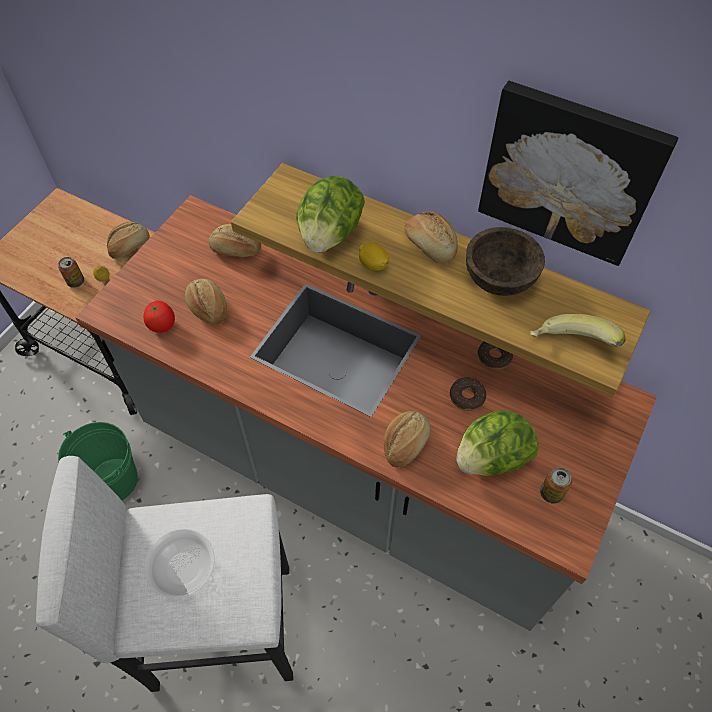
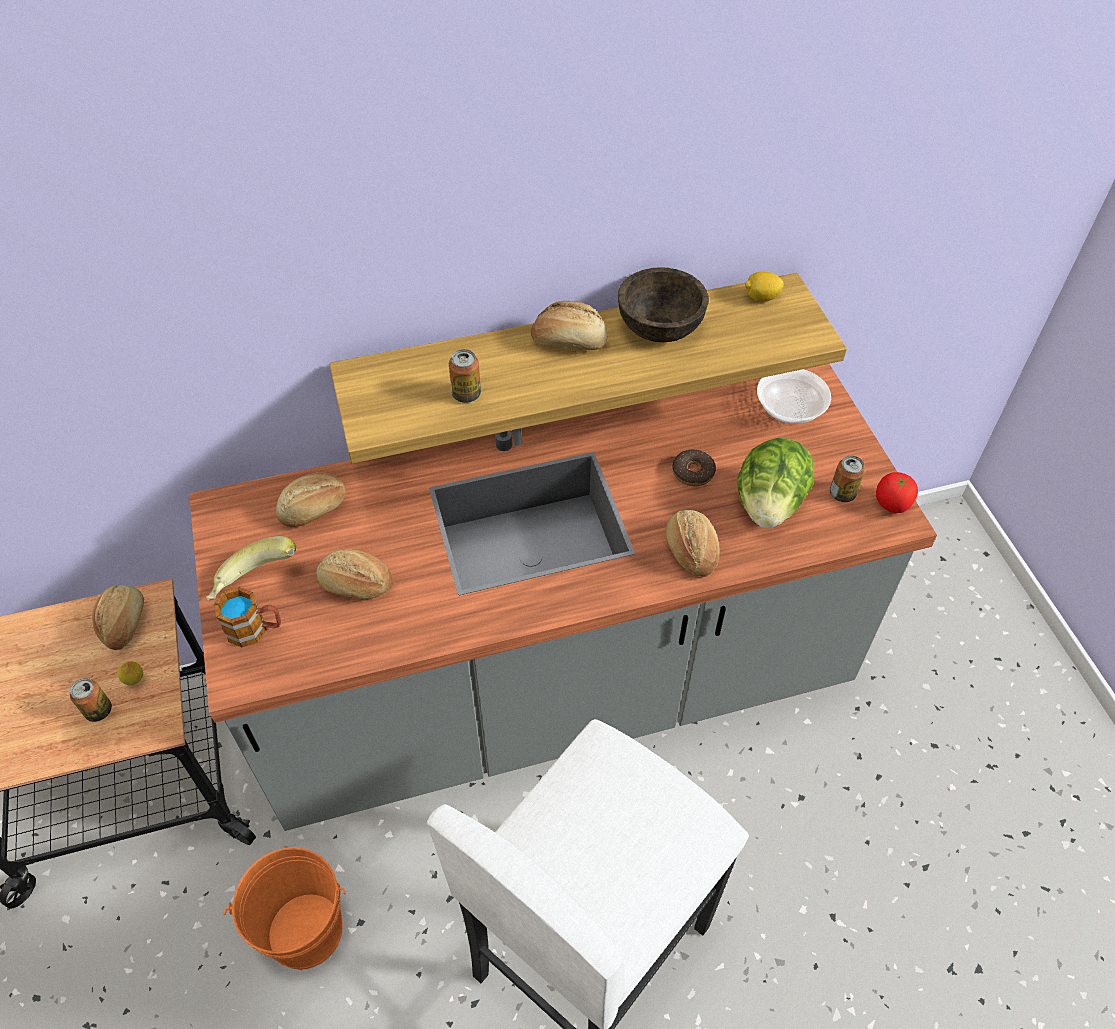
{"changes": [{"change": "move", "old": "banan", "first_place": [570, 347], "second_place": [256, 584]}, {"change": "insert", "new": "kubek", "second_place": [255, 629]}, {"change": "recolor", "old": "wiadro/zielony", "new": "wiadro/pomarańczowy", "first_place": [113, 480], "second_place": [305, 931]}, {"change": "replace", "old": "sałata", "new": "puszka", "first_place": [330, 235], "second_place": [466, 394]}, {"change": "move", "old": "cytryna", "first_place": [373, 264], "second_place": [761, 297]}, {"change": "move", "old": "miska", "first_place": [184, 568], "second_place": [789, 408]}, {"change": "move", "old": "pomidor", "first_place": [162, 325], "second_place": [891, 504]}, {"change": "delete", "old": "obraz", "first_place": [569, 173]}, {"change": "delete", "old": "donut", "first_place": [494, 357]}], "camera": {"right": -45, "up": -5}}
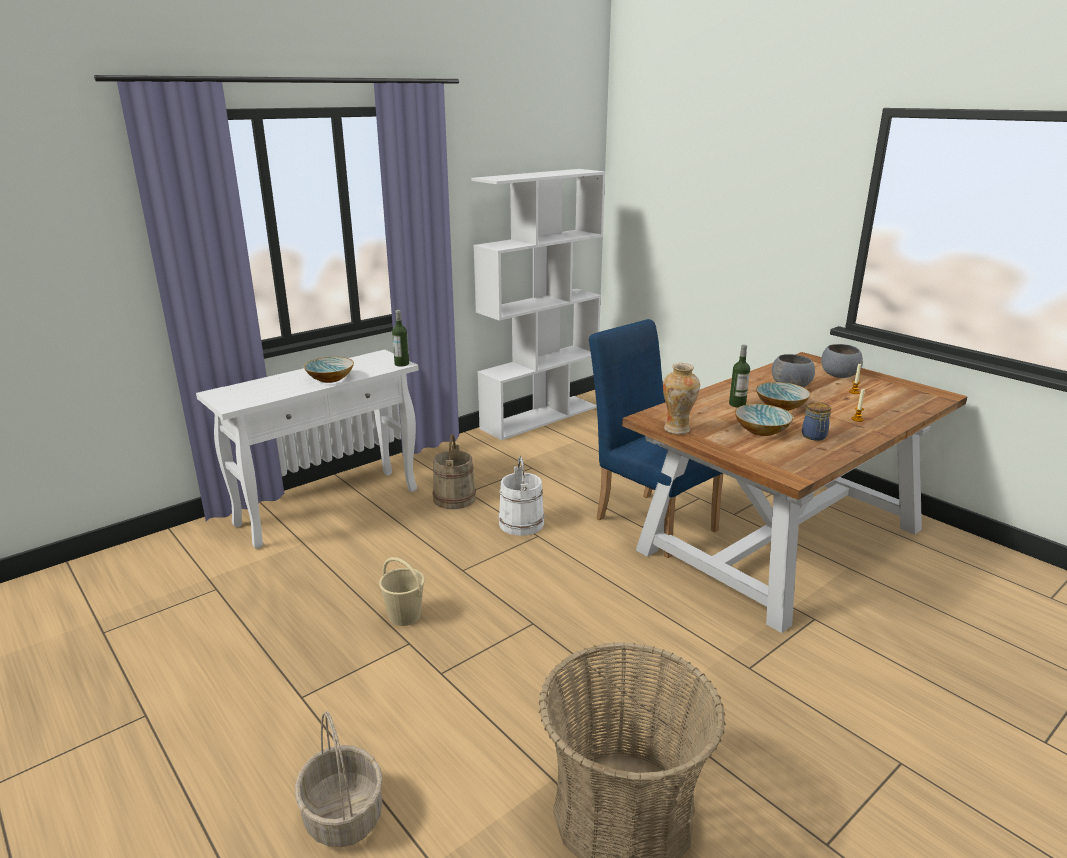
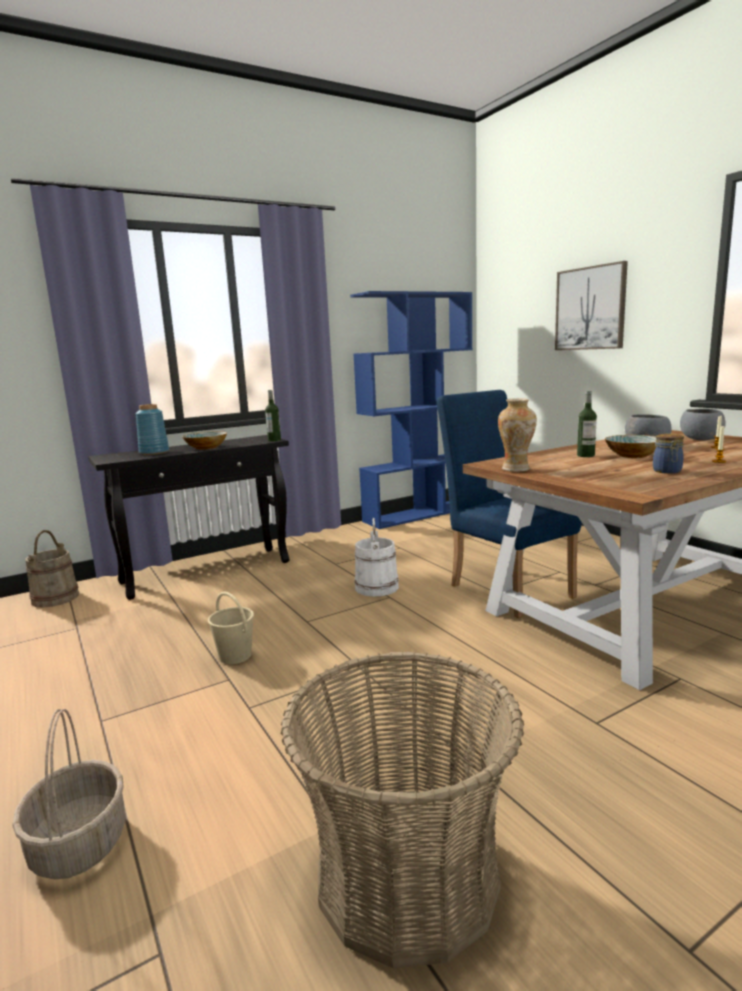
{"changes": [{"change": "move", "old": "wiadro/beżowy", "first_place": [454, 498], "second_place": [55, 598]}, {"change": "recolor", "old": "stolik konsolowy/biały", "new": "stolik konsolowy/czarny", "first_place": [329, 506], "second_place": [207, 571]}, {"change": "insert", "new": "wazon/niebieski", "second_place": [153, 452]}, {"change": "recolor", "old": "regał/biały", "new": "regał/niebieski", "first_place": [540, 417], "second_place": [419, 514]}, {"change": "insert", "new": "obraz", "second_place": [590, 308]}, {"change": "delete", "old": "miska", "first_place": [762, 431]}], "camera": {"right": 10, "up": -10}}
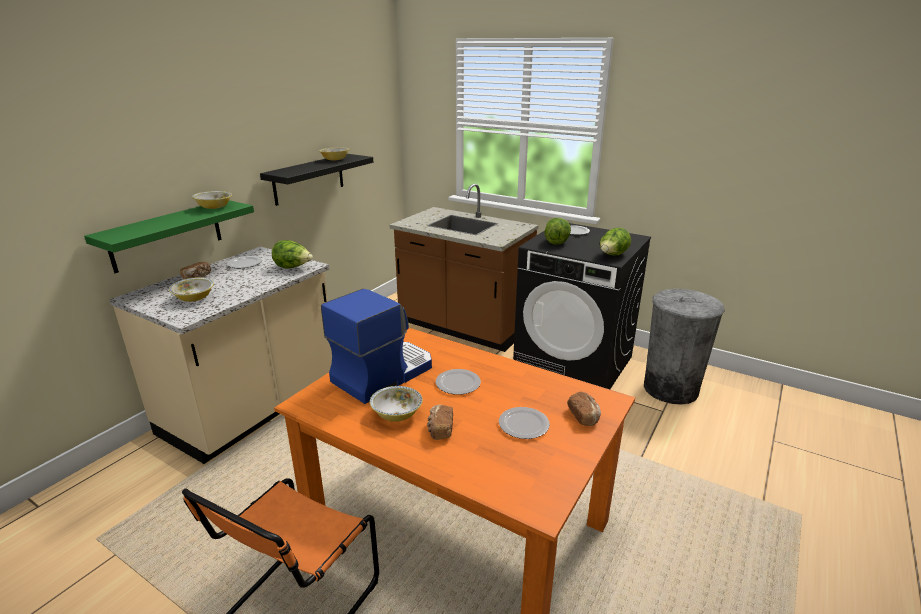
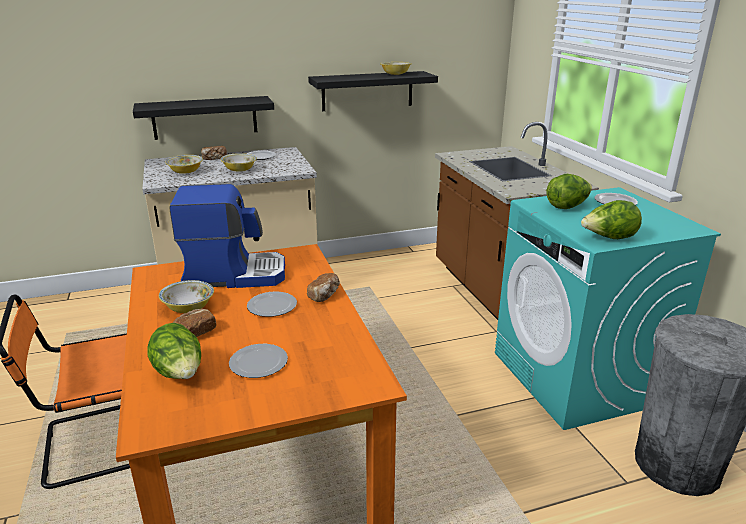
{"changes": [{"change": "recolor", "old": "półka/zielony", "new": "półka/czarny", "first_place": [167, 235], "second_place": [205, 117]}, {"change": "move", "old": "sałata", "first_place": [293, 267], "second_place": [180, 374]}, {"change": "move", "old": "miska", "first_place": [214, 207], "second_place": [239, 170]}, {"change": "move", "old": "chleb", "first_place": [584, 416], "second_place": [325, 295]}, {"change": "recolor", "old": "pralka/czarny", "new": "pralka/turkusowy", "first_place": [574, 363], "second_place": [578, 377]}], "camera": {"right": 40, "up": 0}}
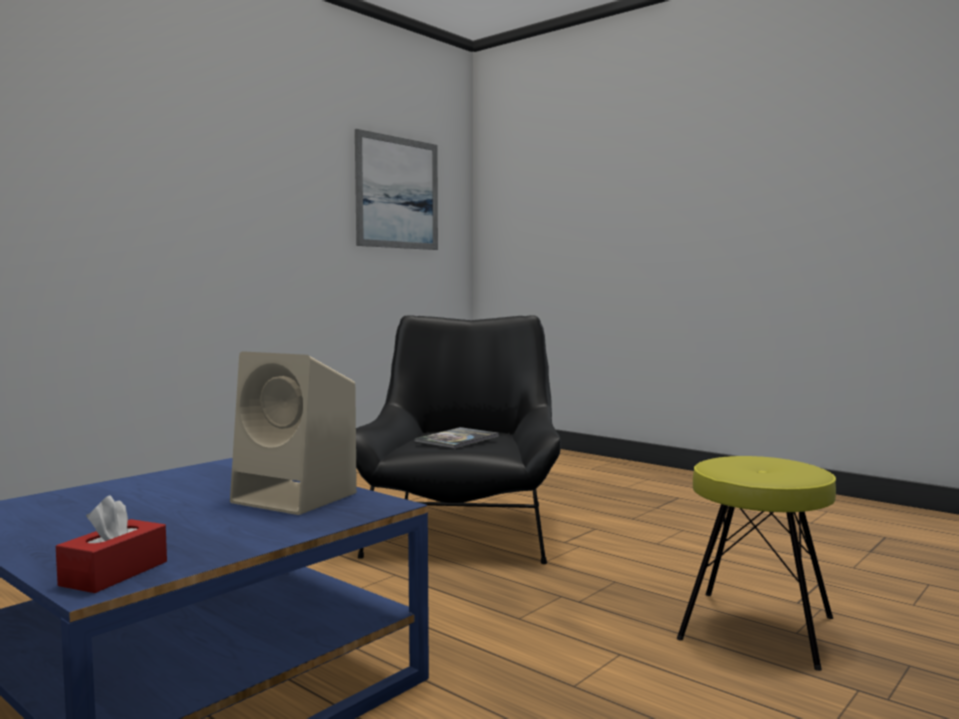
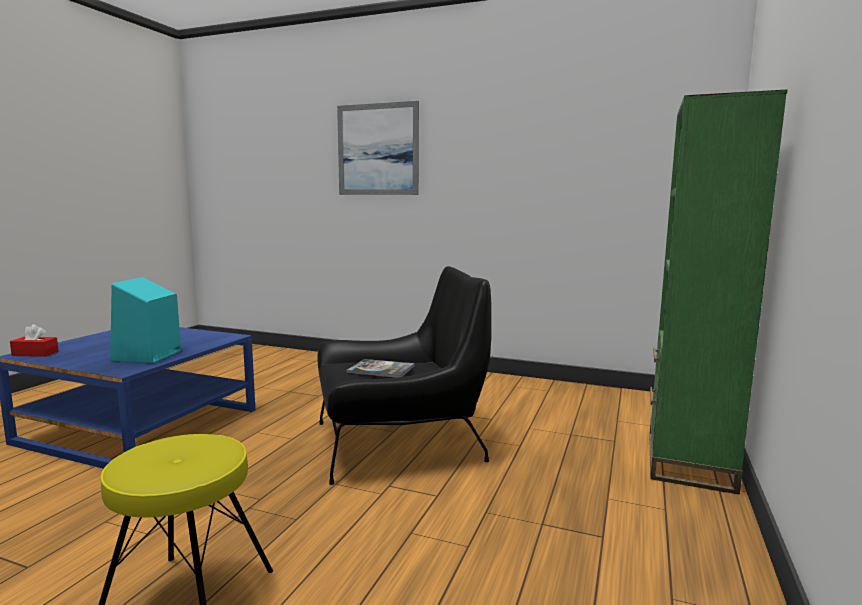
{"changes": [{"change": "recolor", "old": "głośnik/beżowy", "new": "głośnik/turkusowy", "first_place": [298, 498], "second_place": [146, 356]}, {"change": "move", "old": "obraz", "first_place": [397, 193], "second_place": [378, 149]}, {"change": "insert", "new": "regał/zielony", "second_place": [688, 461]}], "camera": {"right": 70, "up": 5}}
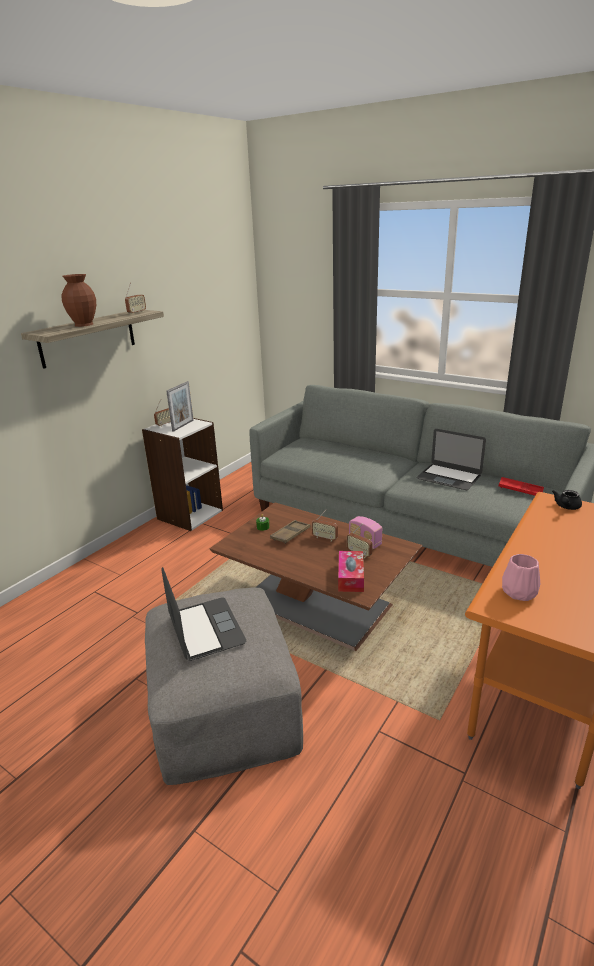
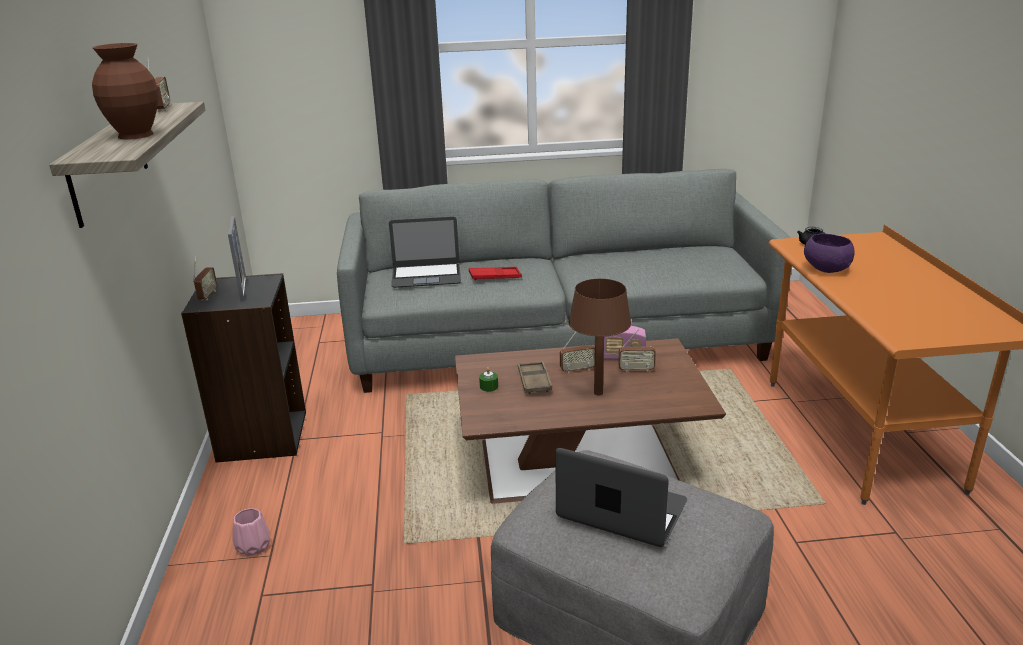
{"changes": [{"change": "recolor", "old": "regał/biały", "new": "regał/czarny", "first_place": [189, 514], "second_place": [261, 436]}, {"change": "move", "old": "wazon/różowy", "first_place": [520, 592], "second_place": [254, 546]}, {"change": "move", "old": "laptop", "first_place": [449, 477], "second_place": [426, 275]}, {"change": "move", "old": "taca/czerwony", "first_place": [520, 490], "second_place": [495, 277]}, {"change": "insert", "new": "lampa stołowa/brązowy", "second_place": [598, 392]}, {"change": "insert", "new": "miska/fioletowy", "second_place": [825, 269]}, {"change": "delete", "old": "pudełko chusteczek", "first_place": [350, 577]}], "camera": {"right": -40, "up": 0}}
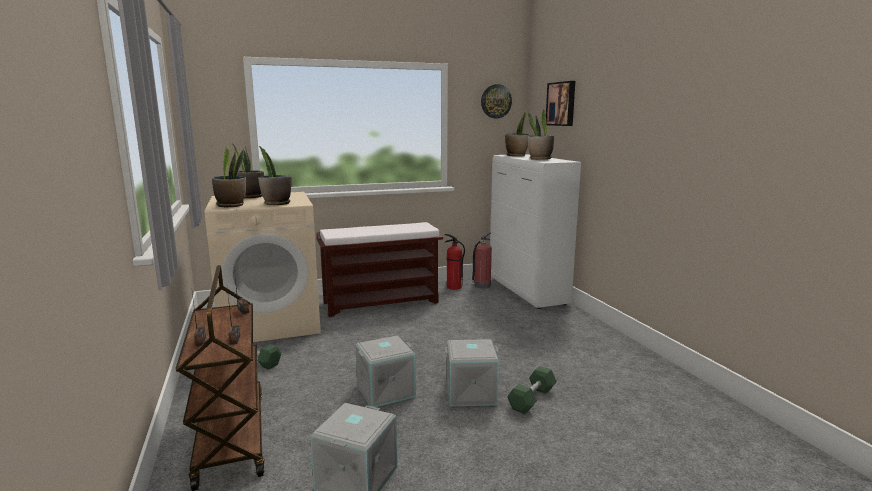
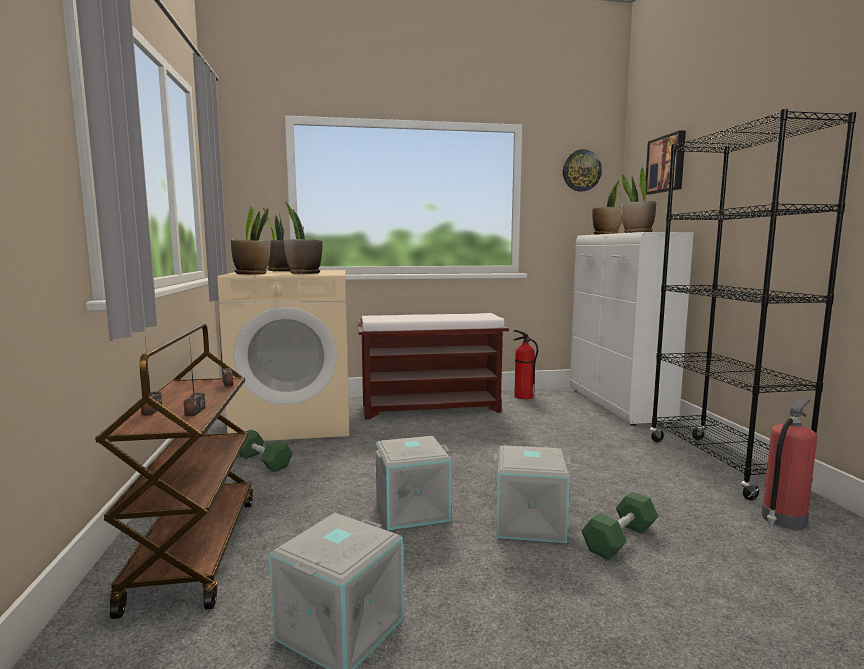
{"changes": [{"change": "insert", "new": "regał/czarny", "second_place": [720, 465]}, {"change": "move", "old": "gaśnica", "first_place": [481, 286], "second_place": [782, 520]}], "camera": {"right": 10, "up": -5}}
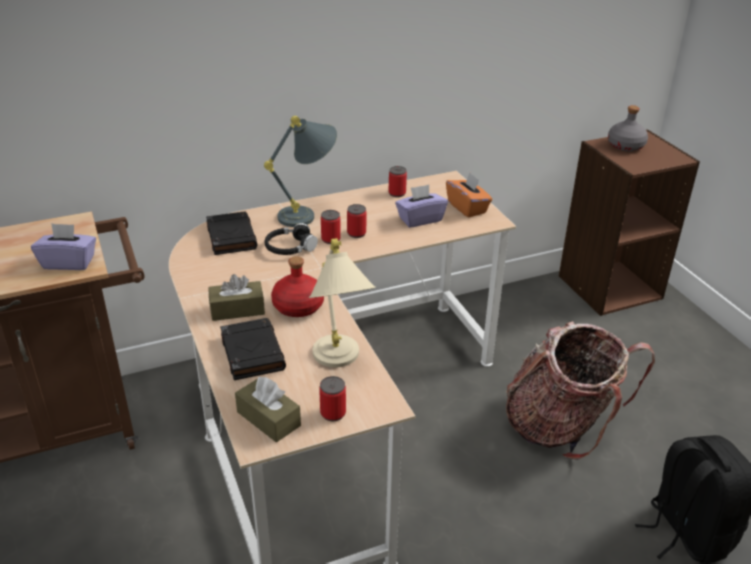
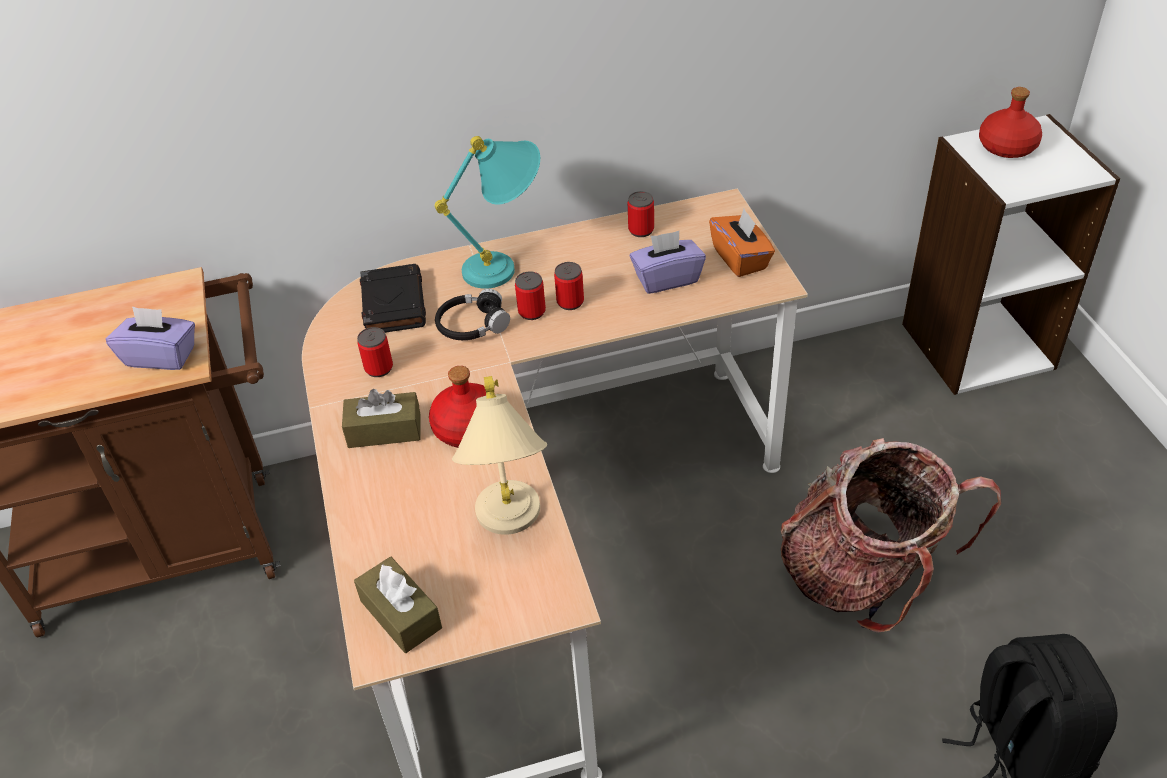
{"changes": [{"change": "move", "old": "puszka", "first_place": [333, 413], "second_place": [379, 368]}, {"change": "recolor", "old": "lampa stołowa/szary", "new": "lampa stołowa/turkusowy", "first_place": [308, 214], "second_place": [507, 266]}, {"change": "recolor", "old": "regał/brązowy", "new": "regał/biały", "first_place": [609, 286], "second_place": [976, 345]}, {"change": "recolor", "old": "butelka/szary", "new": "butelka/czerwony", "first_place": [625, 146], "second_place": [1006, 147]}, {"change": "delete", "old": "książka/czarny", "first_place": [252, 352]}], "camera": {"right": 10, "up": 10}}
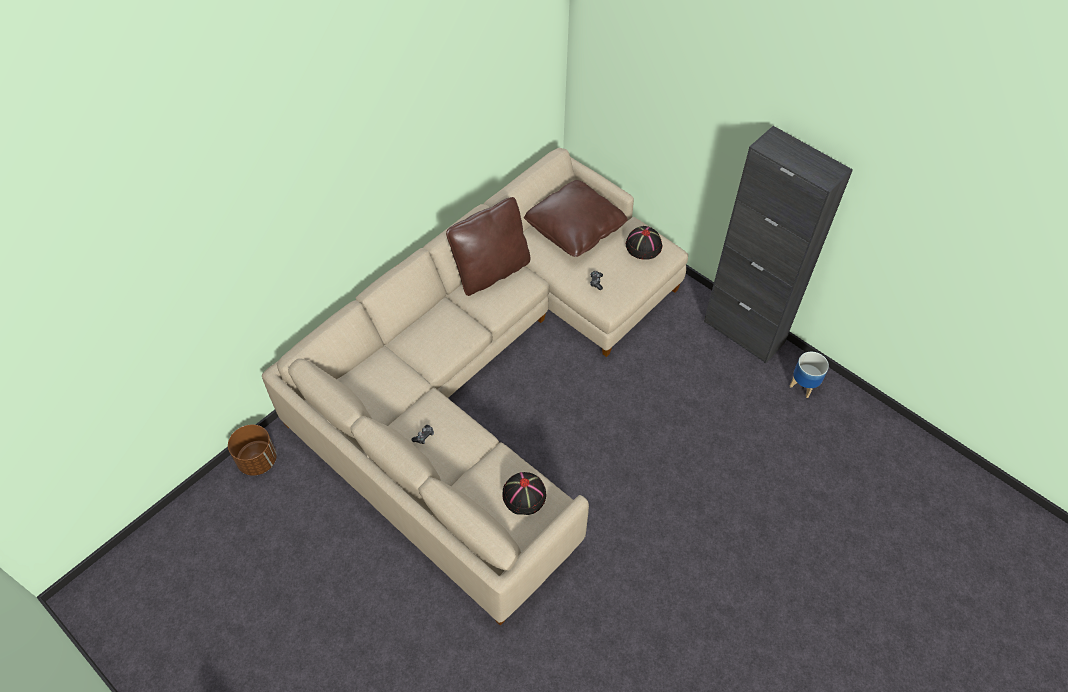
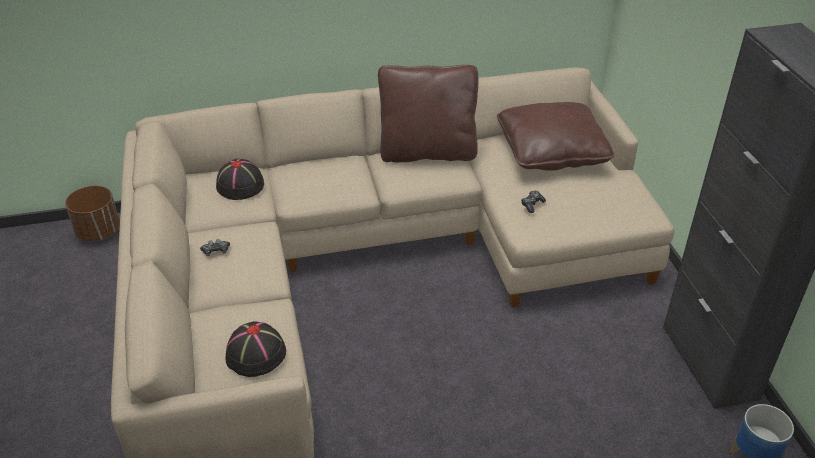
{"changes": [{"change": "move", "old": "kapelusz/czarny", "first_place": [643, 245], "second_place": [240, 185]}], "camera": {"right": 35, "up": -15}}
